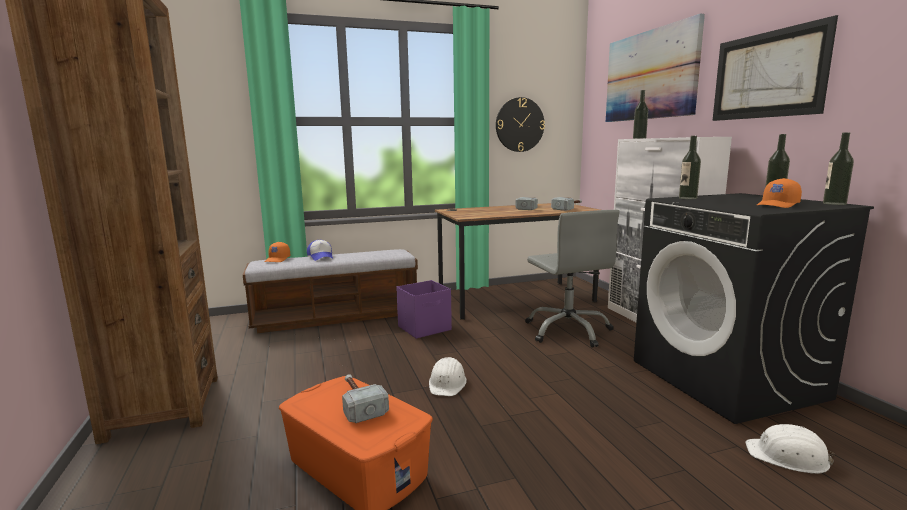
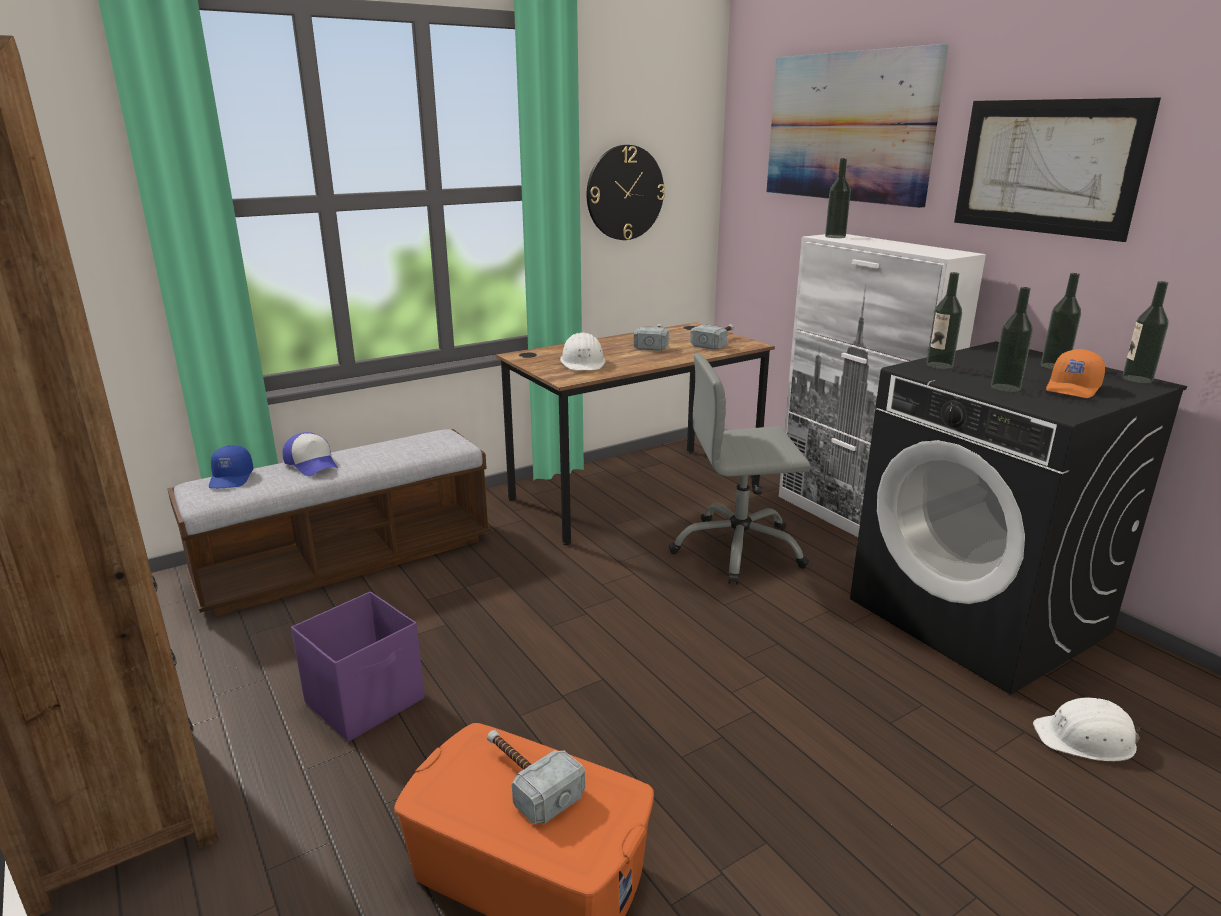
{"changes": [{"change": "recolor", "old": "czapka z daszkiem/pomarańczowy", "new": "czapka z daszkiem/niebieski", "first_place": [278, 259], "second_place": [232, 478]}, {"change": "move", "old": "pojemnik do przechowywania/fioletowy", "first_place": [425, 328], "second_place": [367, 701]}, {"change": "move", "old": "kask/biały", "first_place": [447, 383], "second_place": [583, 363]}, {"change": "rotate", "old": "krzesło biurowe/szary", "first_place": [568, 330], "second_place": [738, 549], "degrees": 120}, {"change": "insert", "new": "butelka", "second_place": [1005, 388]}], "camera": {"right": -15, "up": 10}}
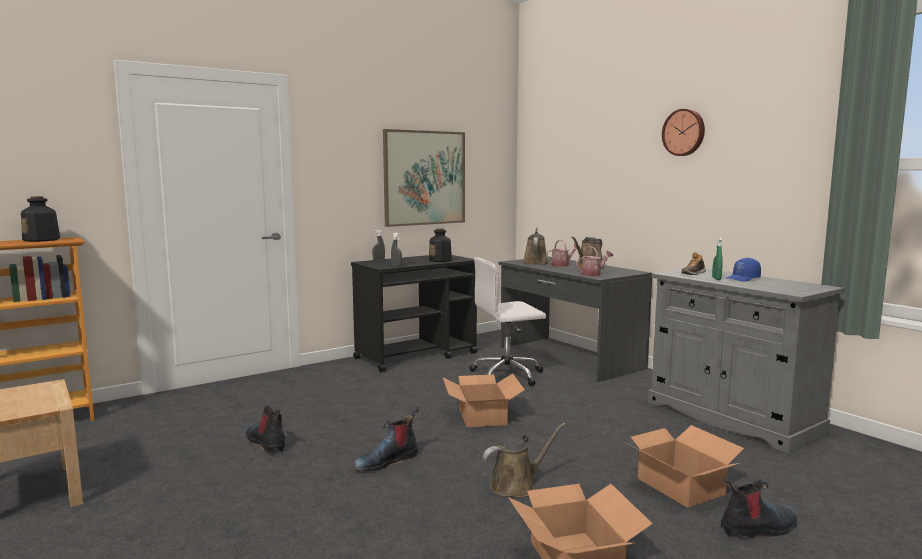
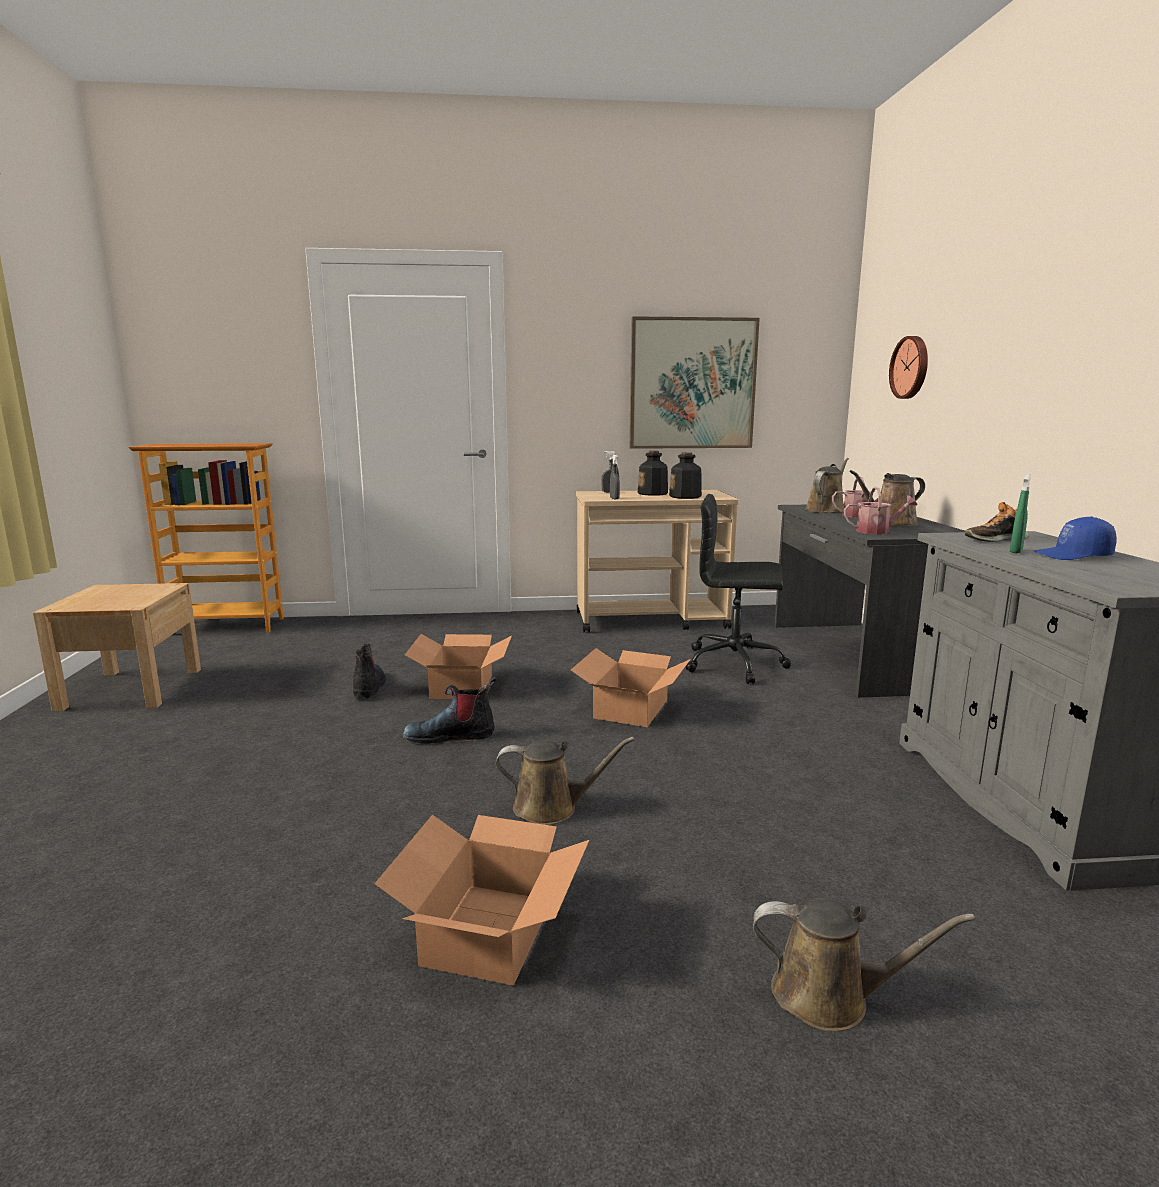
{"changes": [{"change": "move", "old": "karton", "first_place": [680, 487], "second_place": [460, 686]}, {"change": "recolor", "old": "wózek/czarny", "new": "wózek/beżowy", "first_place": [417, 356], "second_place": [652, 620]}, {"change": "move", "old": "butelka", "first_place": [42, 240], "second_place": [653, 493]}, {"change": "recolor", "old": "krzesło biurowe/biały", "new": "krzesło biurowe/czarny", "first_place": [508, 375], "second_place": [736, 663]}, {"change": "replace", "old": "but z cholewką", "new": "konewka/brązowy", "first_place": [758, 528], "second_place": [830, 996]}, {"change": "move", "old": "zegar ścienny", "first_place": [684, 132], "second_place": [911, 367]}], "camera": {"right": 30, "up": 5}}
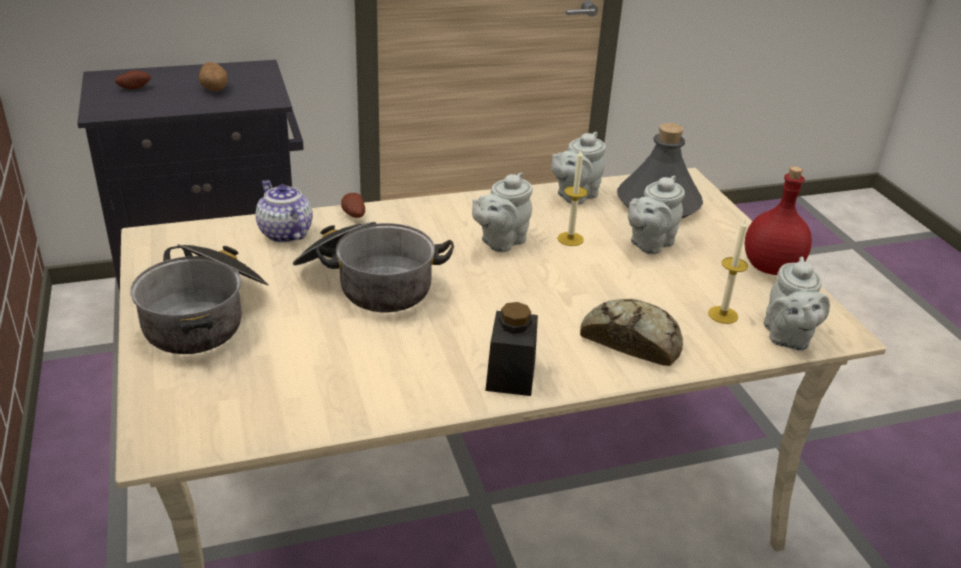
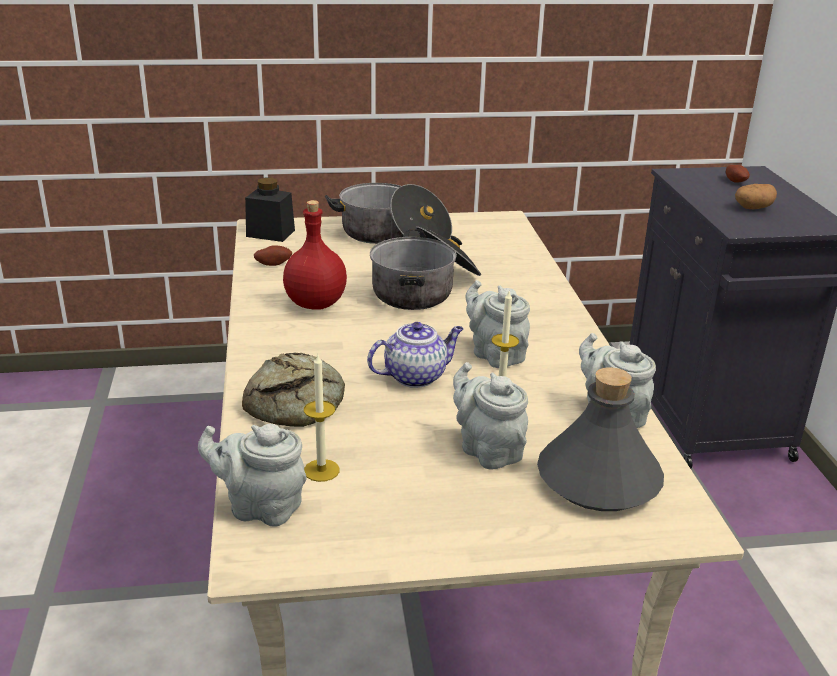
{"changes": [{"change": "move", "old": "słoik/czarny", "first_place": [510, 375], "second_place": [270, 233]}, {"change": "move", "old": "ziemniak", "first_place": [353, 215], "second_place": [273, 264]}, {"change": "move", "old": "butelka/czerwony", "first_place": [770, 267], "second_place": [316, 303]}, {"change": "move", "old": "imbryk", "first_place": [284, 233], "second_place": [416, 376]}], "camera": {"right": 100, "up": -5}}
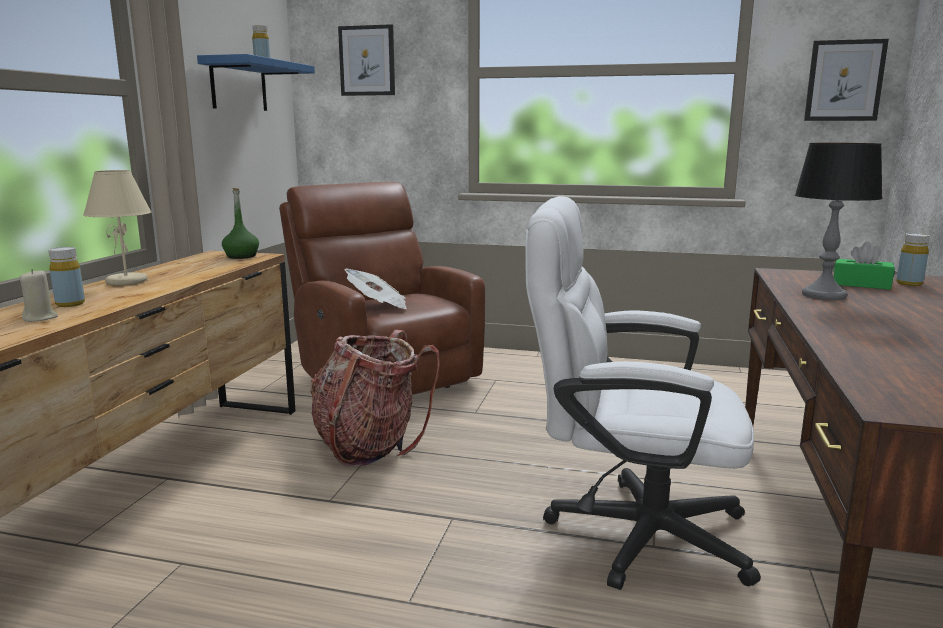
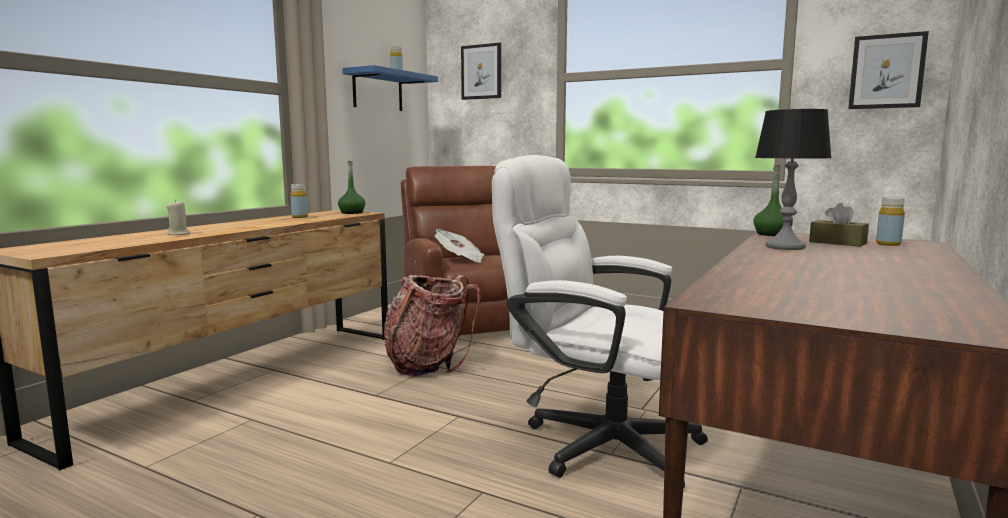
{"changes": [{"change": "move", "old": "butelka/żółty", "first_place": [70, 304], "second_place": [300, 217]}, {"change": "insert", "new": "butelka/zielony", "second_place": [771, 234]}, {"change": "recolor", "old": "pudełko chusteczek/zielony", "new": "pudełko chusteczek/brązowy", "first_place": [861, 284], "second_place": [837, 243]}, {"change": "delete", "old": "lampa stołowa/beżowy", "first_place": [127, 282]}], "camera": {"right": 15, "up": -5}}
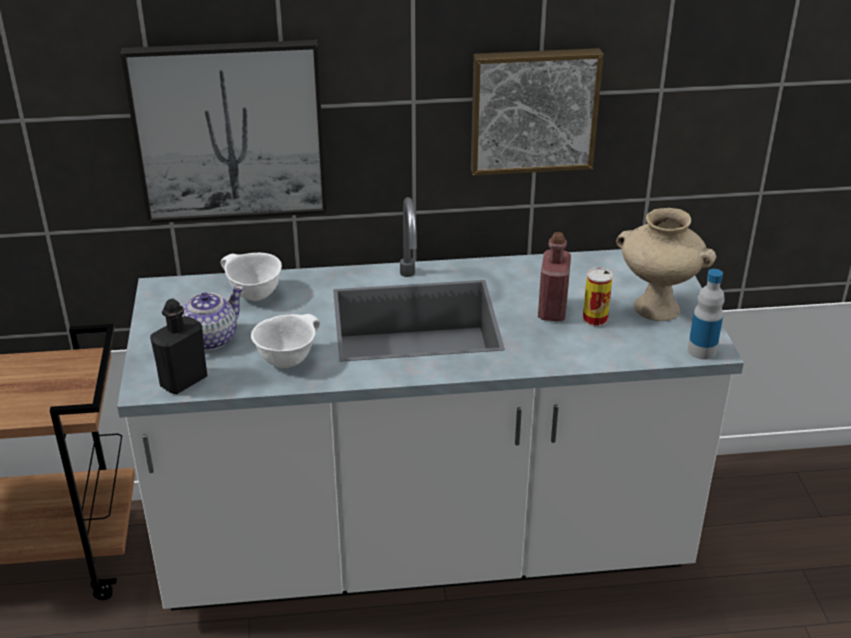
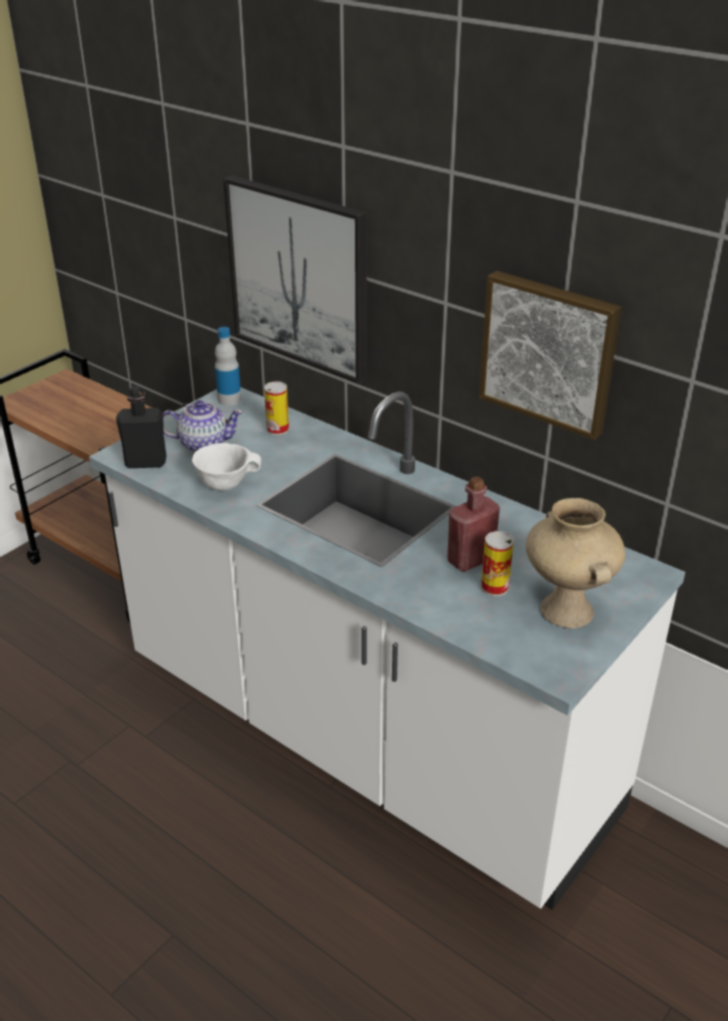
{"changes": [{"change": "move", "old": "butelka", "first_place": [702, 351], "second_place": [229, 399]}, {"change": "replace", "old": "miska/biały", "new": "puszka", "first_place": [253, 294], "second_place": [277, 429]}], "camera": {"right": 45, "up": 0}}
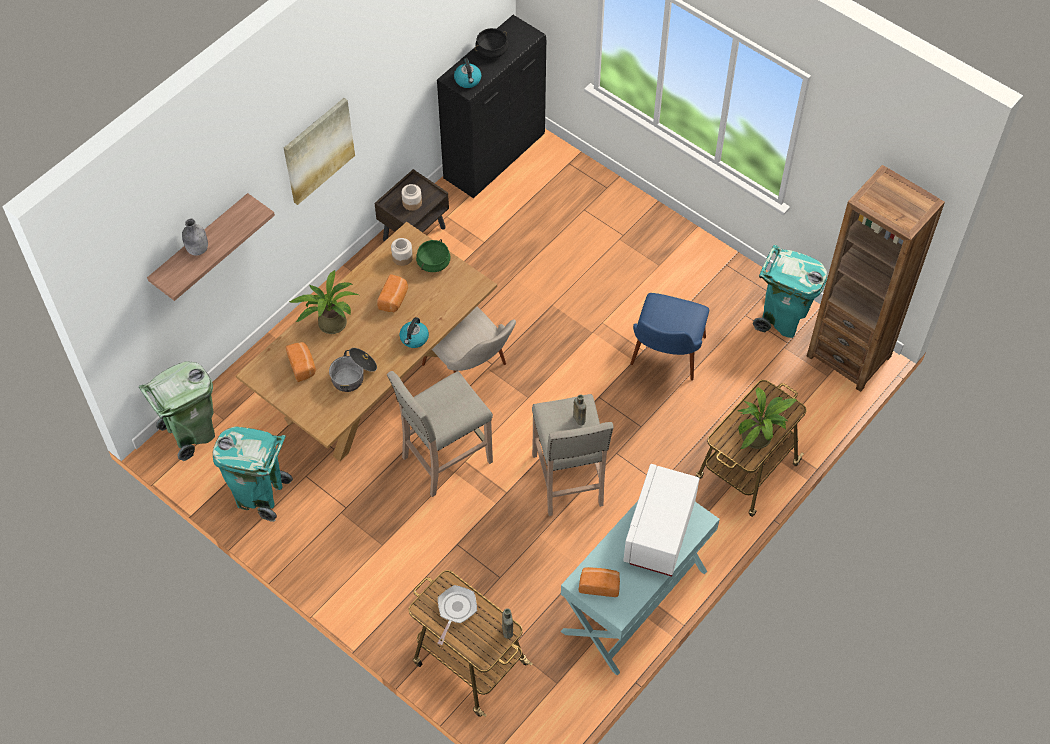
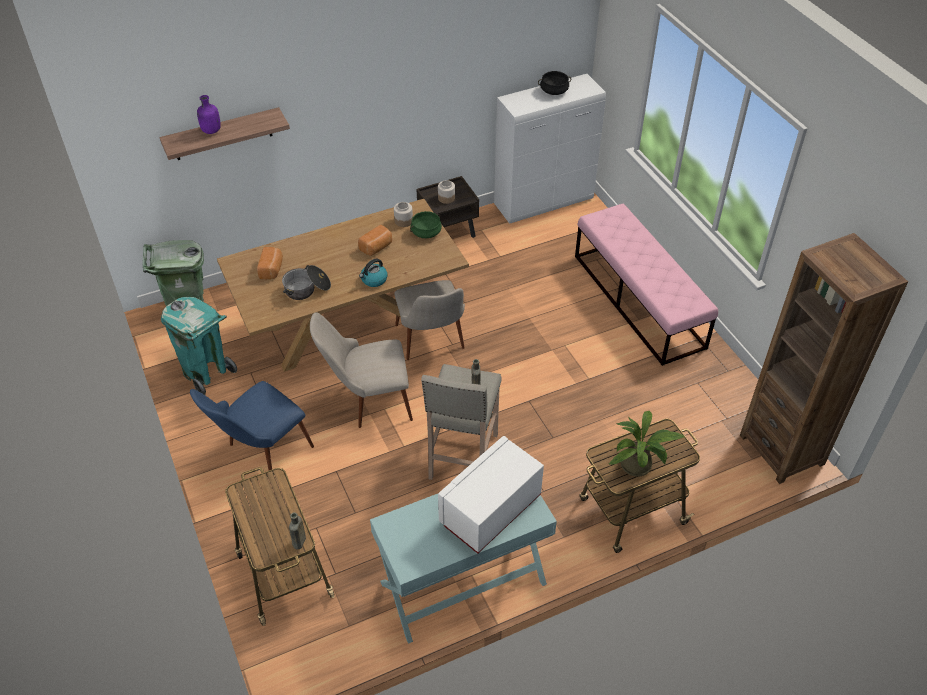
{"changes": [{"change": "move", "old": "krzesło/niebieski", "first_place": [664, 361], "second_place": [260, 454]}, {"change": "recolor", "old": "butelka/szary", "new": "butelka/fioletowy", "first_place": [197, 250], "second_place": [211, 131]}, {"change": "replace", "old": "stołek/beżowy", "new": "krzesło/beżowy", "first_place": [445, 460], "second_place": [368, 401]}, {"change": "recolor", "old": "szafka/czarny", "new": "szafka/biały", "first_place": [495, 157], "second_place": [544, 202]}, {"change": "insert", "new": "ławka/różowy", "second_place": [638, 301]}, {"change": "delete", "old": "obraz", "first_place": [318, 150]}, {"change": "delete", "old": "roślina doniczkowa", "first_place": [328, 323]}, {"change": "delete", "old": "patelnia", "first_place": [456, 610]}, {"change": "delete", "old": "czajnik", "first_place": [468, 80]}, {"change": "delete", "old": "chleb", "first_place": [599, 585]}, {"change": "delete", "old": "kosz na śmieci/turkusowy", "first_place": [782, 319]}], "camera": {"right": 25, "up": -10}}
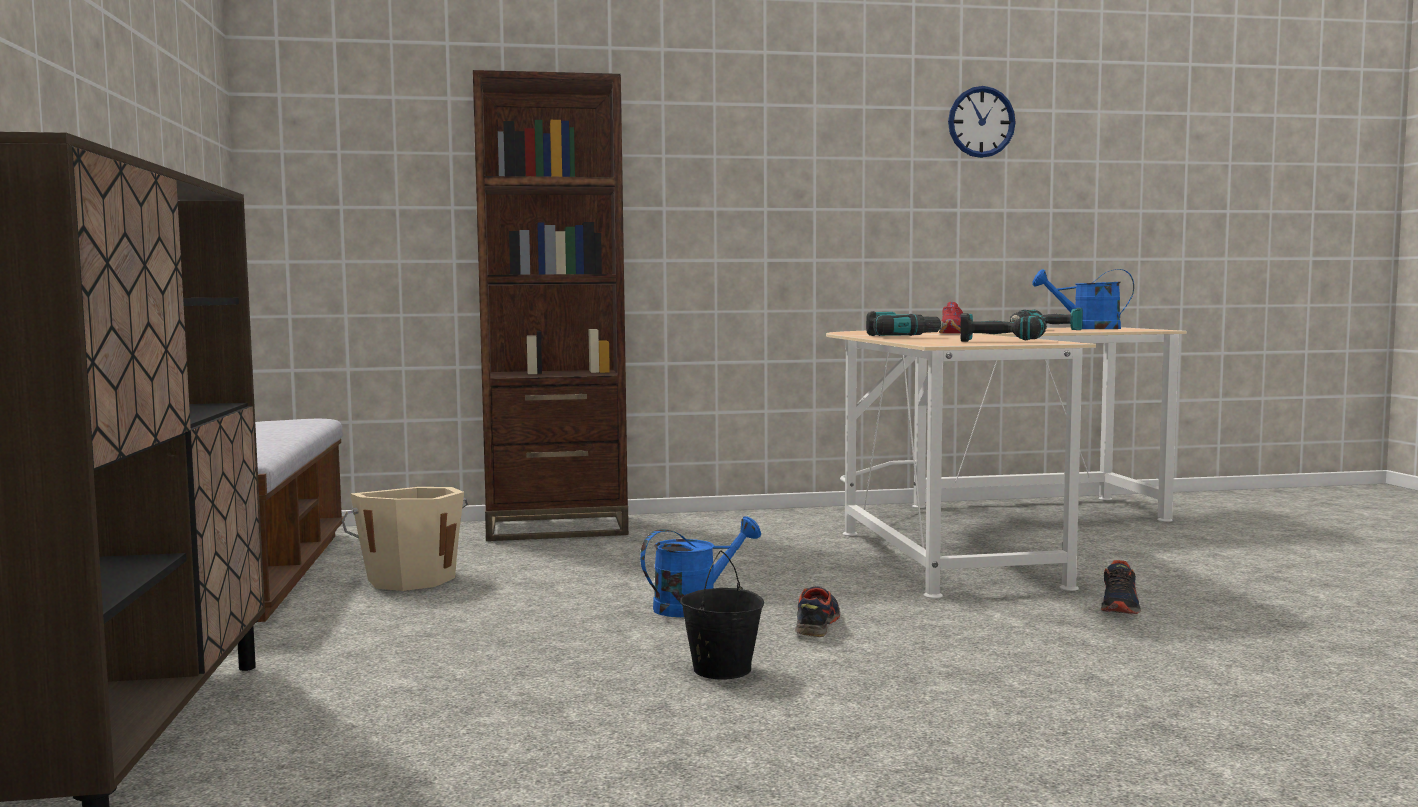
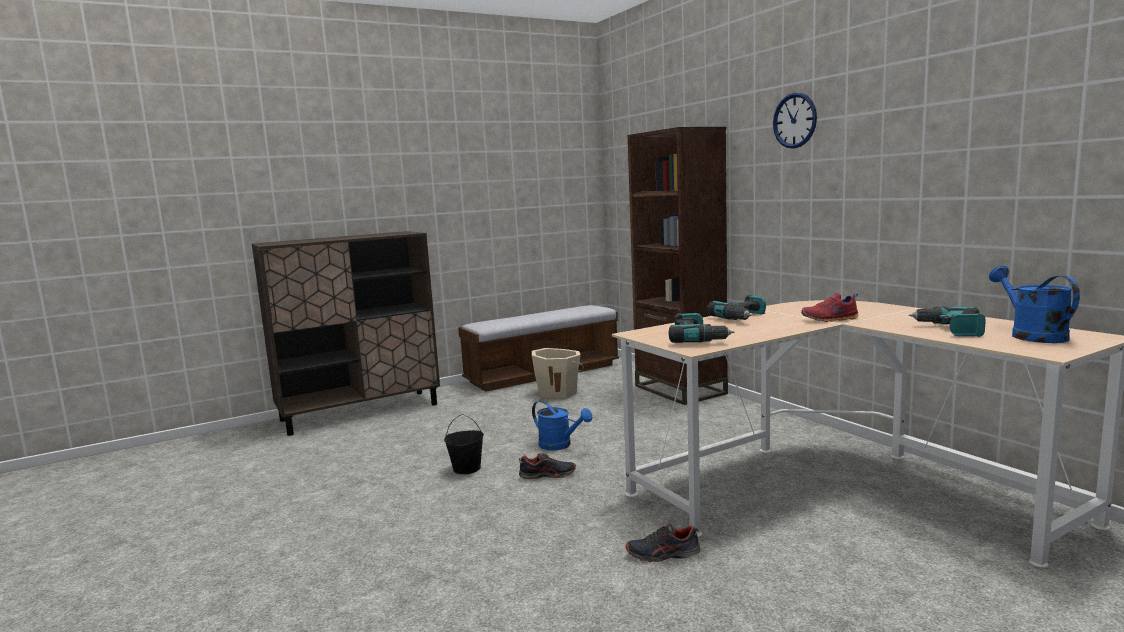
{"changes": [{"change": "move", "old": "zegar ścienny", "first_place": [981, 122], "second_place": [794, 120]}], "camera": {"right": 70, "up": 5}}
